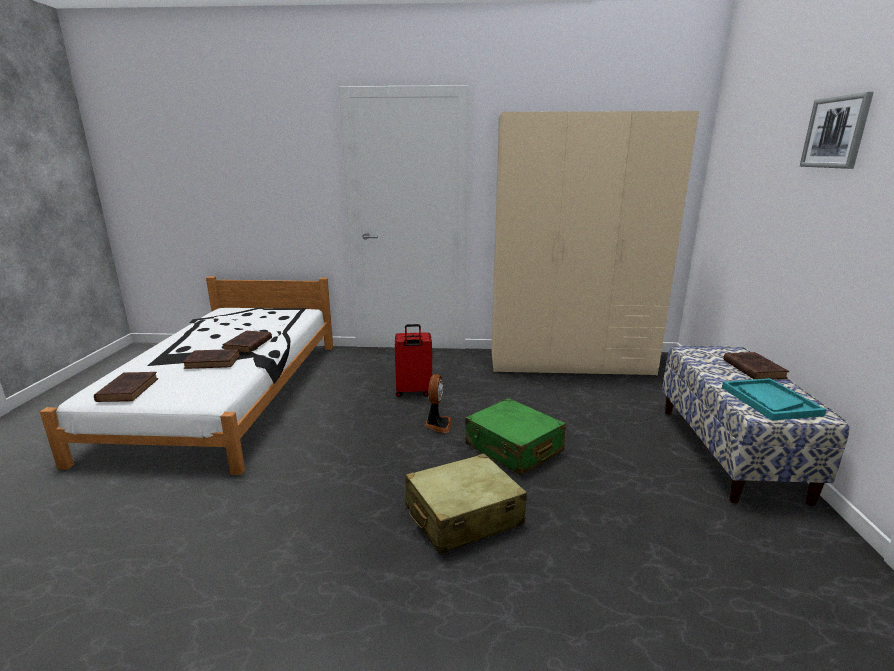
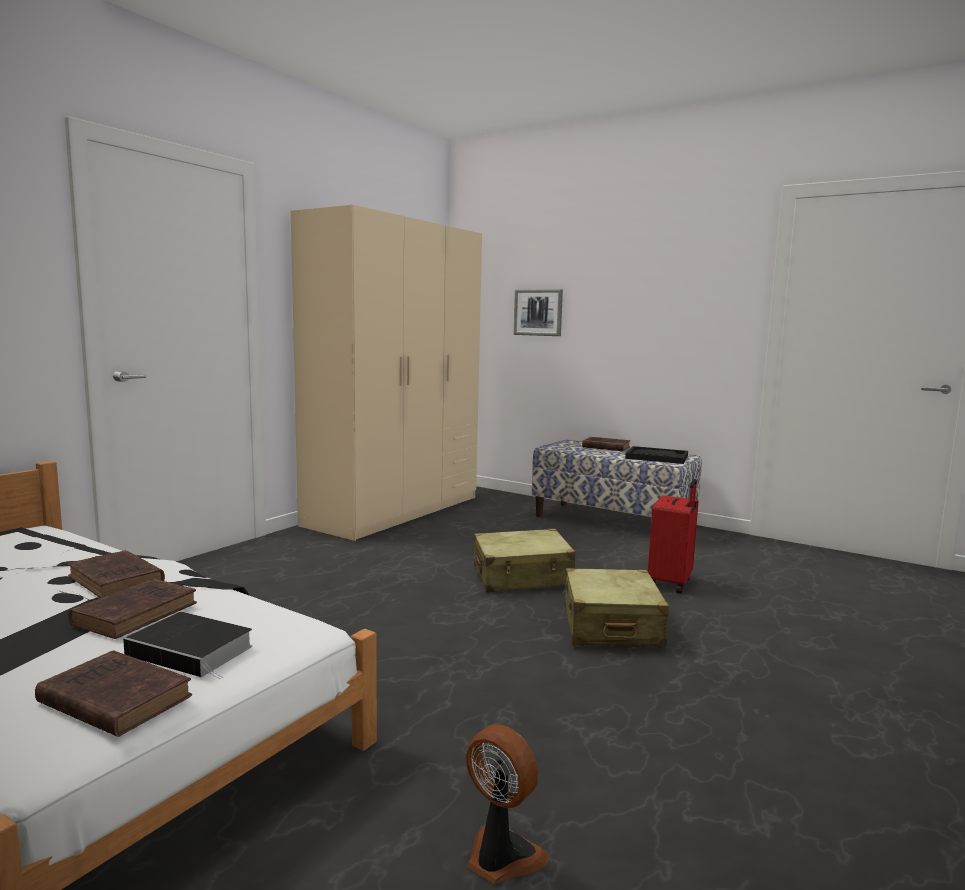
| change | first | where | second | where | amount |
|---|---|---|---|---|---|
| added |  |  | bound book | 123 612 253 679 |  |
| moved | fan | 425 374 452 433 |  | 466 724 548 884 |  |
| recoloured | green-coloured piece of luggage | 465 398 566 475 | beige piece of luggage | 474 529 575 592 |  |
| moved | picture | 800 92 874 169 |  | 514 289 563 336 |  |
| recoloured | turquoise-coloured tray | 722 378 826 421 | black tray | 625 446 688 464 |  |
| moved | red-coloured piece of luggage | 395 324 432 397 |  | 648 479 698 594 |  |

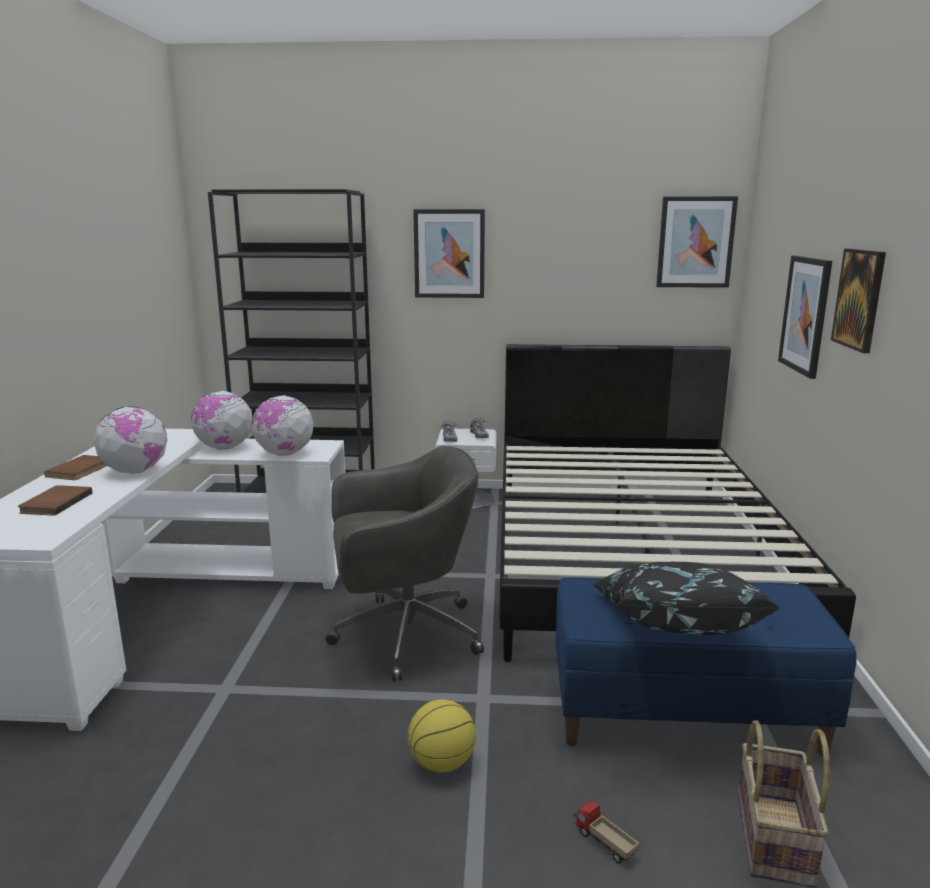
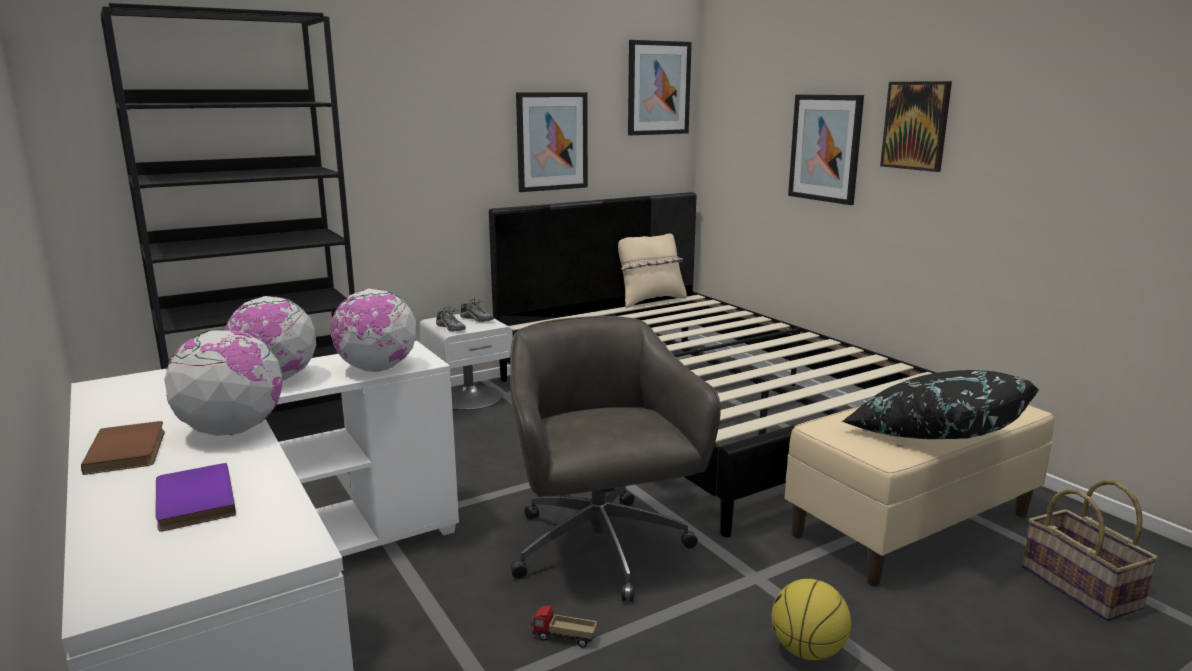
| change | first | where | second | where | amount |
|---|---|---|---|---|---|
| recoloured | brown-coloured bound book | 18 485 93 516 | purplish bound book | 155 463 236 531 |  |
| turned | gray office chair | 325 446 484 682 |  | 510 316 721 602 | 60 degrees counterclockwise |
| moved | picture | 413 209 485 298 |  | 516 92 588 192 |  |
| moved | toy truck | 574 802 639 864 |  | 531 605 597 648 |  |
| added |  |  | beige pillow | 618 234 687 308 |  |
| recoloured | blue indoor bench | 556 578 856 756 | beige indoor bench | 785 405 1054 586 |  |

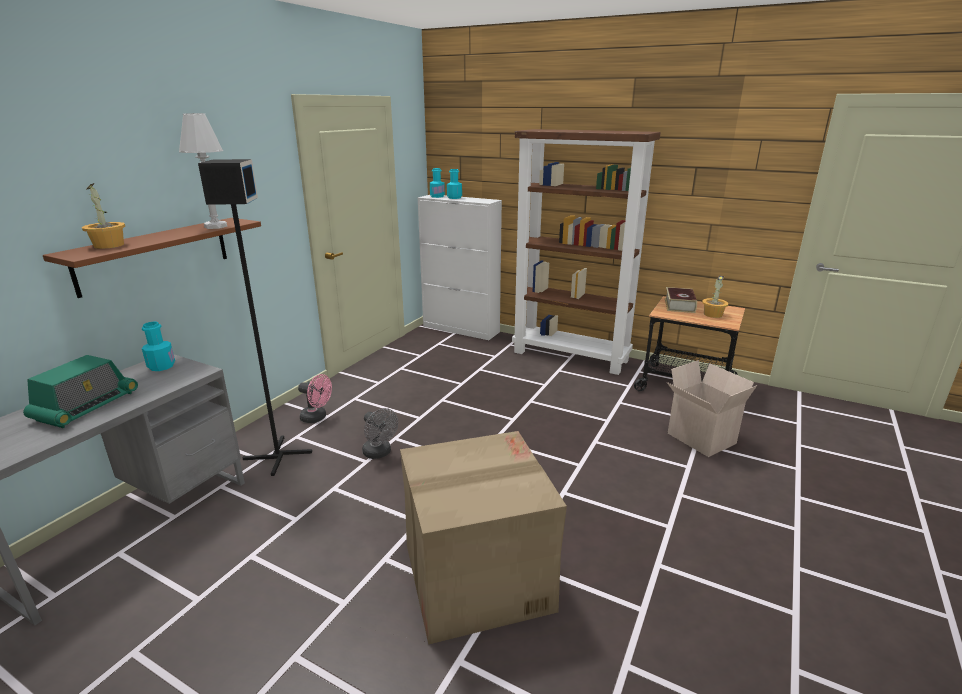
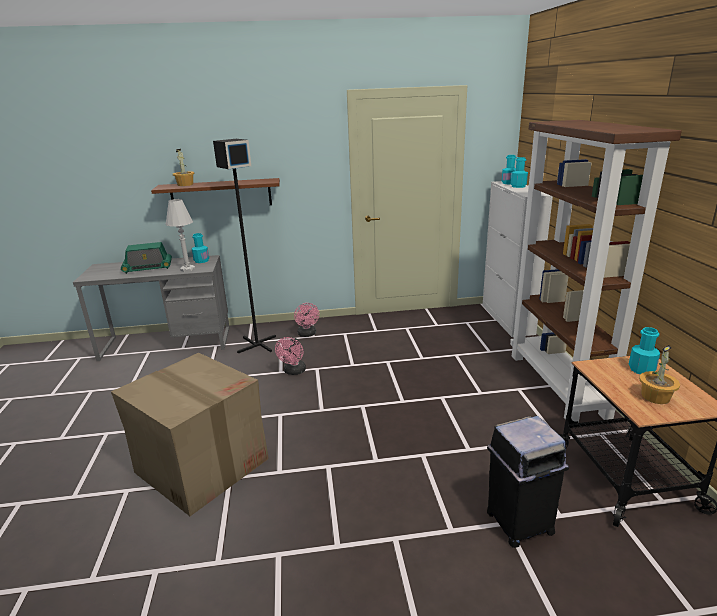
| change | first | where | second | where | amount |
|---|---|---|---|---|---|
| moved | white-coloured lamp for a table | 179 113 227 229 |  | 165 199 195 272 |  |
| recoloured | gray fan | 362 408 398 459 | pinkish fan | 275 337 306 375 |  |
| replaced | cardboard box | 667 360 757 457 | black waste bin | 487 416 569 548 |  |
| replaced | bound book | 665 287 697 313 | turquoise-coloured drink bottle | 629 327 660 374 |  |

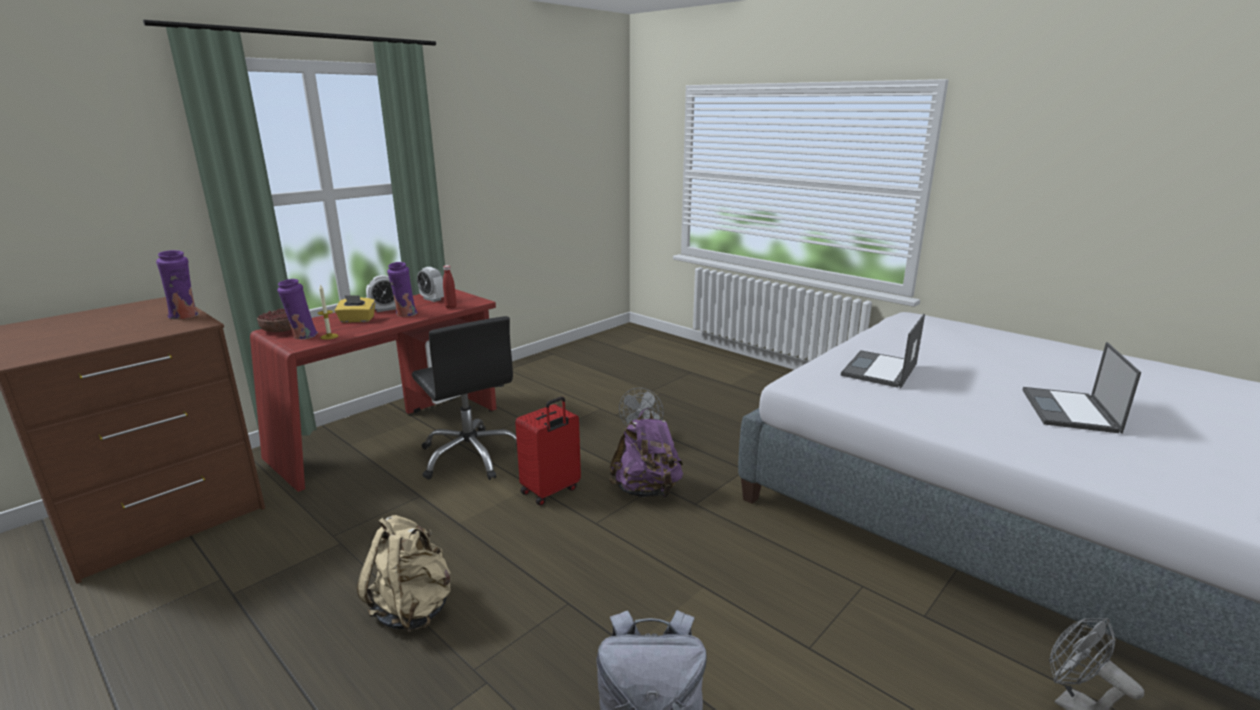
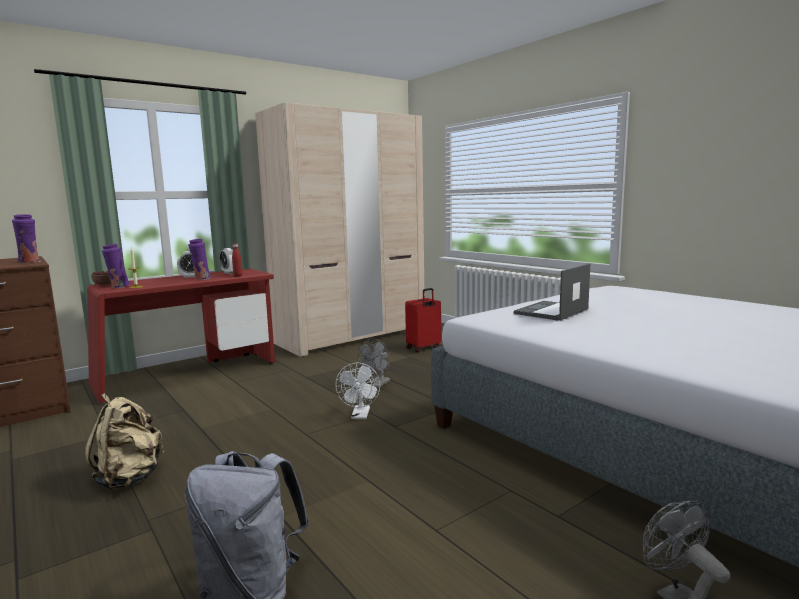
| change | first | where | second | where | amount |
|---|---|---|---|---|---|
| added |  |  | beige wardrobe | 255 102 425 357 |  |
| replaced | purplish rucksack | 609 408 683 498 | white-coloured fan | 335 363 380 419 |  |
| moved | red-coloured piece of luggage | 515 397 581 506 |  | 405 288 441 352 |  |
| removed | yellow tissue box | 335 295 375 323 |  |  |  |
| removed | black office chair | 412 316 517 480 |  |  |  |
| removed | portable computer | 1023 342 1141 434 |  |  |  |

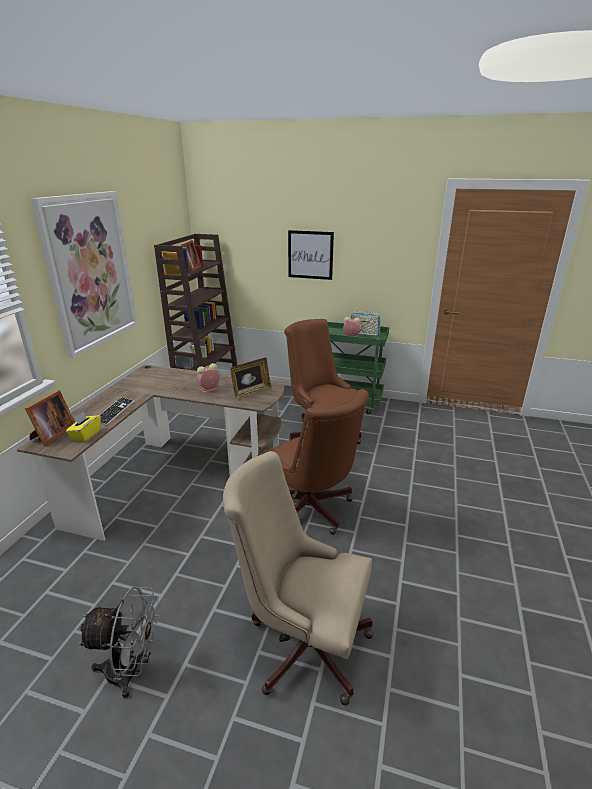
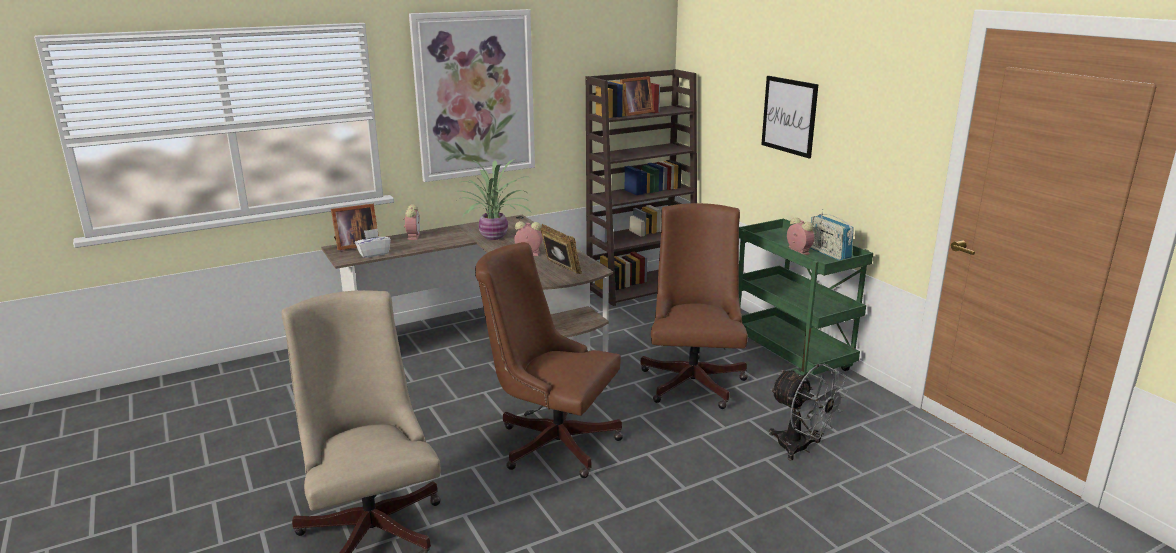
| change | first | where | second | where | amount |
|---|---|---|---|---|---|
| recoloured | yellow tissue box | 66 411 101 442 | white-coloured tissue box | 355 228 391 258 |  |
| added |  |  | table clock | 403 204 420 240 |  |
| added |  |  | potted plant | 455 159 532 240 |  |
| turned | brown-coloured office chair | 258 389 369 535 |  | 475 242 623 478 | 105 degrees clockwise |
| turned | standing frame | 230 358 272 399 |  | 541 224 582 274 | 135 degrees counterclockwise |
| moved | gray fan | 78 587 160 698 |  | 769 363 848 460 |  |
| removed | computer keyboard | 100 397 134 425 |  |  |  |

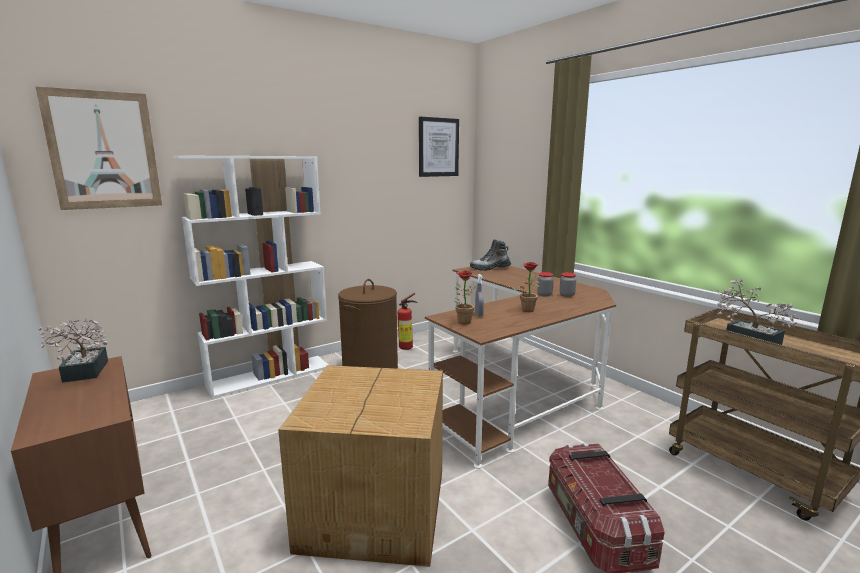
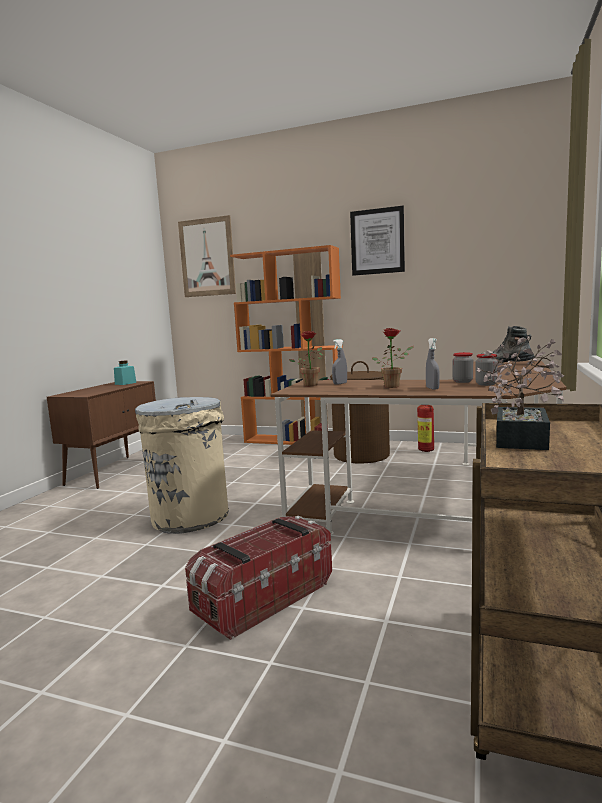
| change | first | where | second | where | amount |
|---|---|---|---|---|---|
| replaced | potted plant | 38 318 108 383 | turquoise-coloured jar | 114 361 136 385 |  |
| replaced | cardboard box | 278 365 443 567 | beige waste bin | 135 397 229 534 |  |
| recoloured | white-coloured bookshelf | 173 155 328 399 | orangey bookshelf | 230 245 343 445 |  |
| moved | picture | 419 117 459 177 |  | 350 206 405 276 |  |
| added |  |  | gray sprayer | 426 338 440 390 |  |

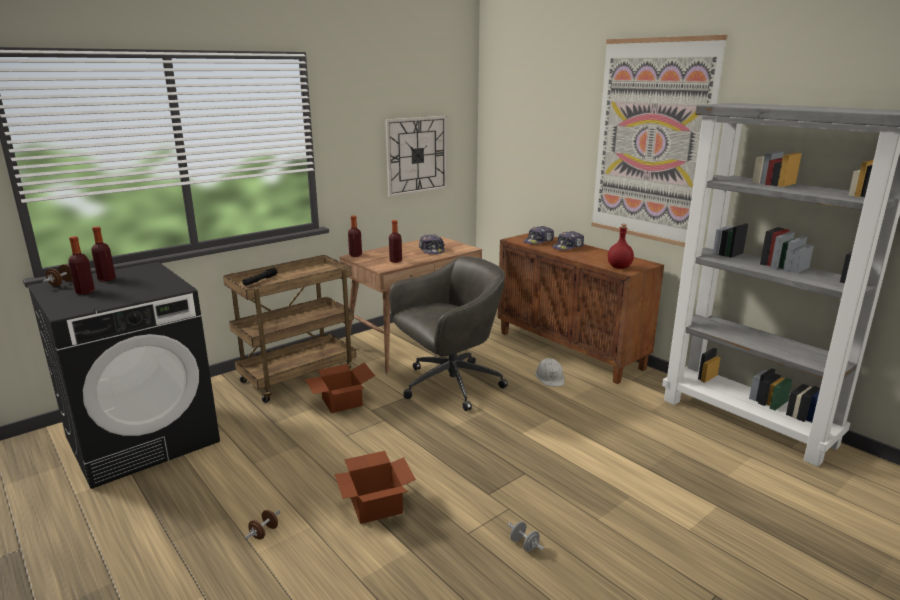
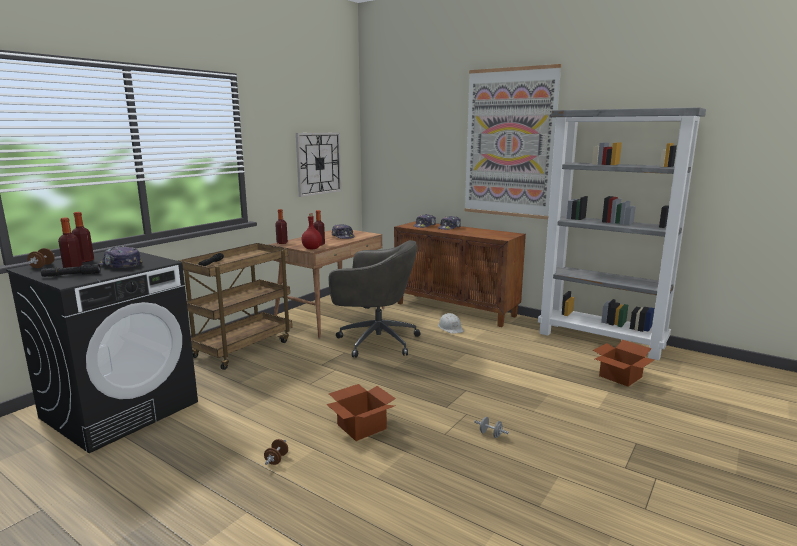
| change | first | where | second | where | amount |
|---|---|---|---|---|---|
| added |  |  | black torch | 41 264 101 277 |  |
| added |  |  | baseball cap | 99 246 143 268 |  |
| moved | red-coloured drink bottle | 608 224 634 269 |  | 302 213 322 249 |  |
| turned | gray office chair | 389 256 508 411 |  | 329 240 421 358 | 60 degrees clockwise |
| moved | cardboard box | 305 362 375 413 |  | 593 340 654 387 |  |

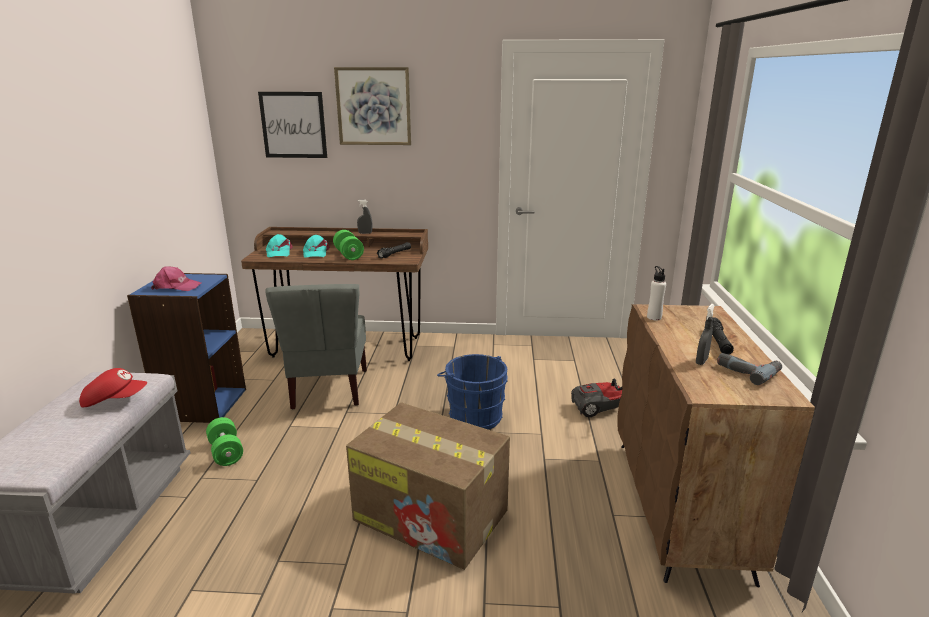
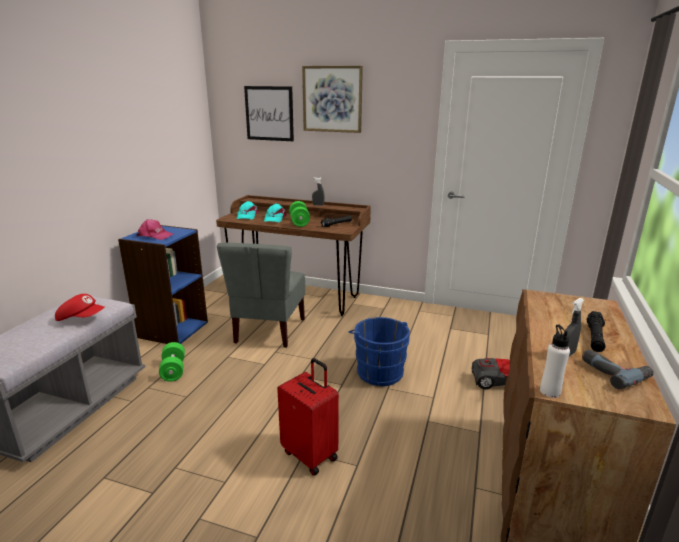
| change | first | where | second | where | amount |
|---|---|---|---|---|---|
| replaced | cardboard box | 346 402 510 570 | red-coloured piece of luggage | 277 358 339 476 |  |
| moved | white-coloured drink bottle | 647 266 666 320 |  | 540 325 570 398 |  |

